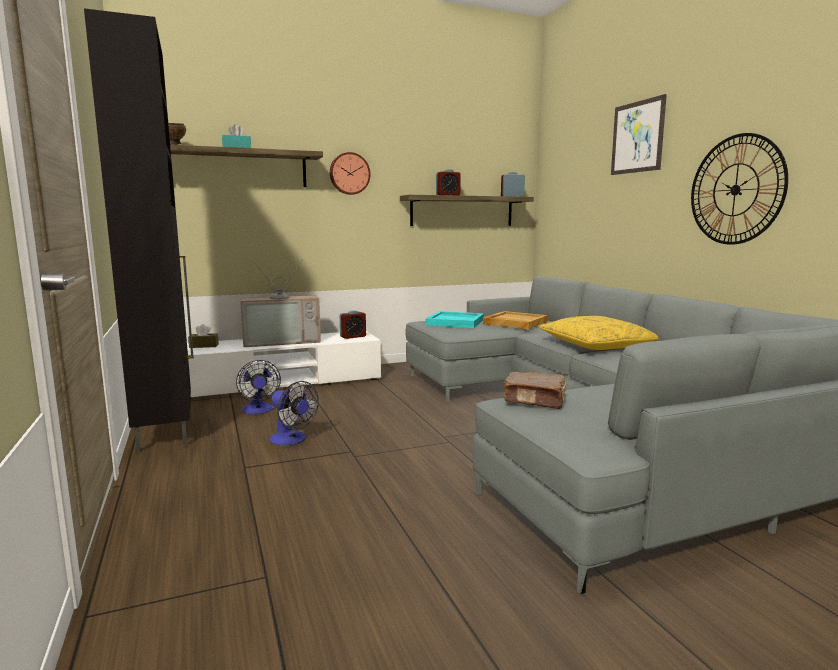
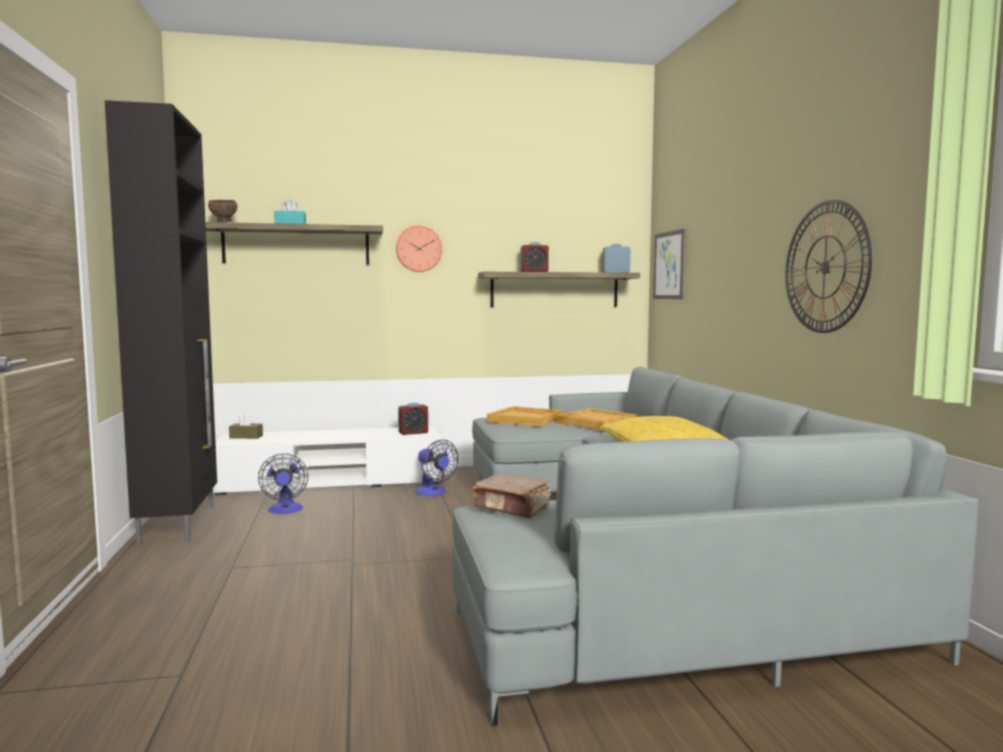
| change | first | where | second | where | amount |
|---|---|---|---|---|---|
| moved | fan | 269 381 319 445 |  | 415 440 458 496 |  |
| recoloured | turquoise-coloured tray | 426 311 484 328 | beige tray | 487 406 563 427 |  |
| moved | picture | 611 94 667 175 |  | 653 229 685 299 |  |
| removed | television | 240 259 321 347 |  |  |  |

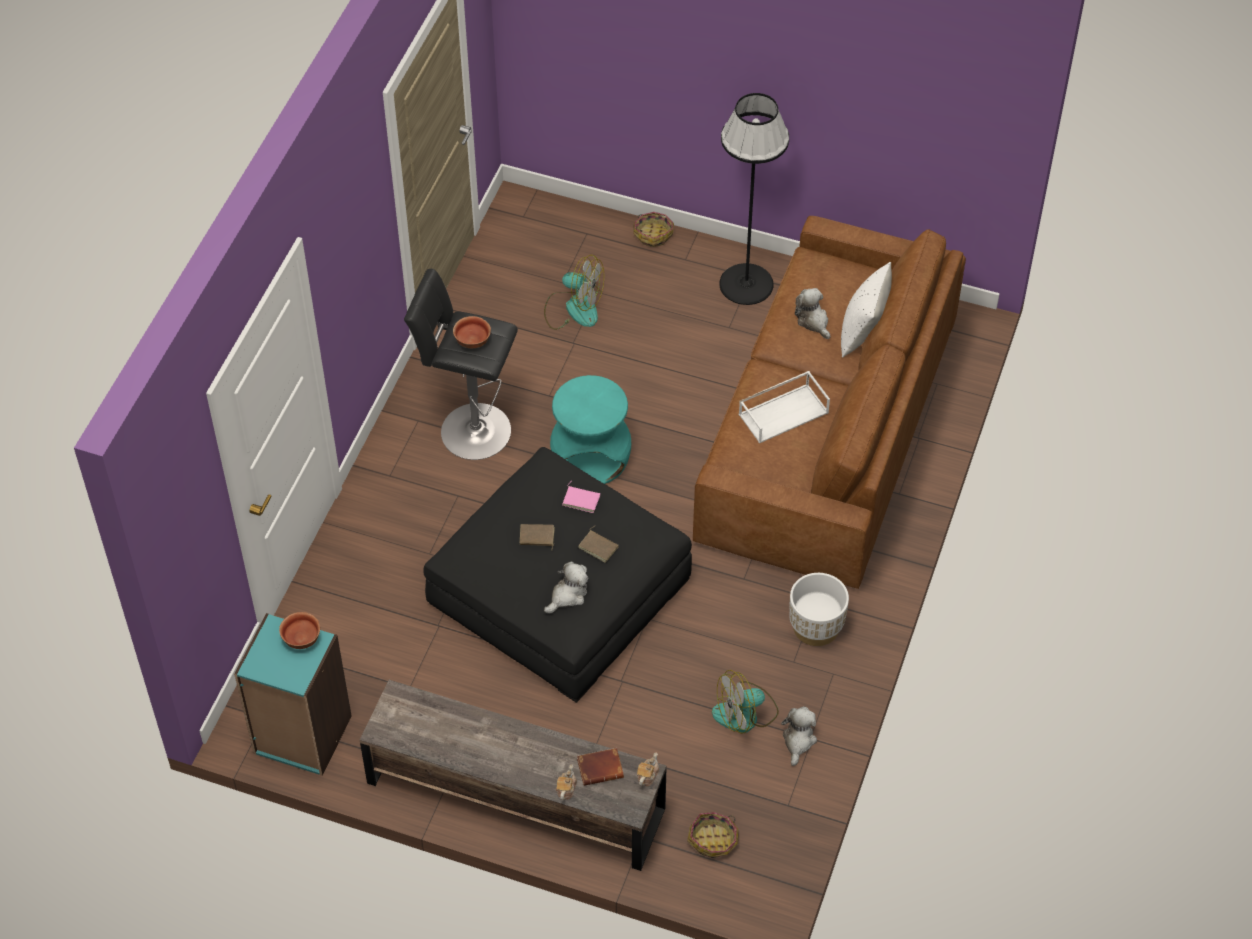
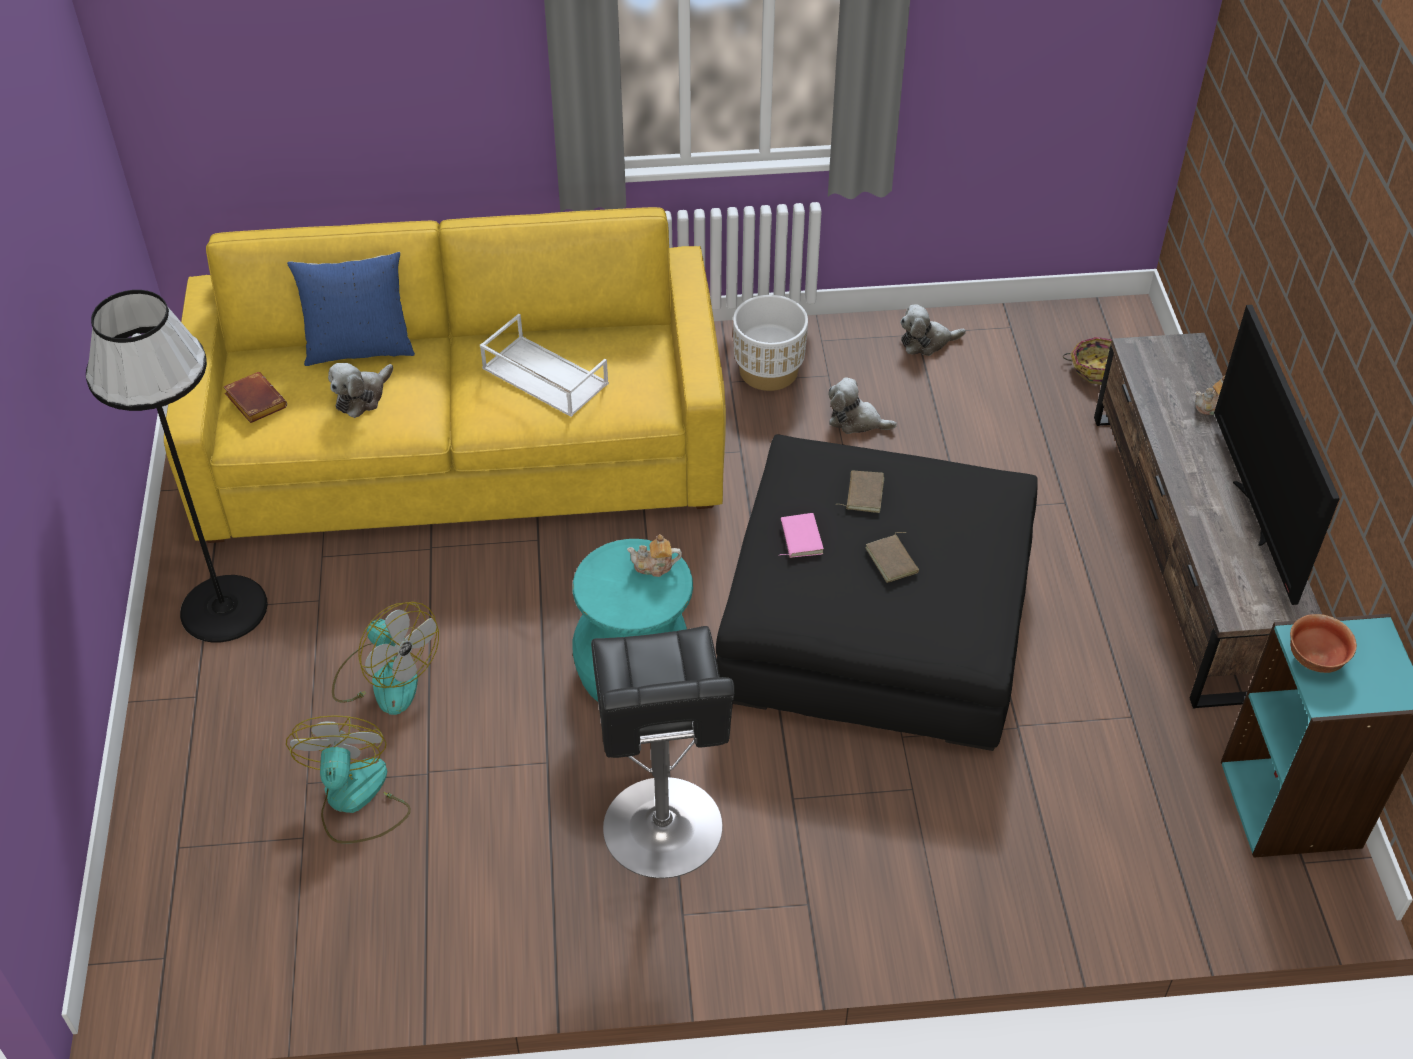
| change | first | where | second | where | amount |
|---|---|---|---|---|---|
| recoloured | brown-coloured sofa | 693 216 966 589 | yellow sofa | 164 207 726 543 |  |
| moved | brown-coloured bound book | 577 748 624 786 |  | 224 372 287 423 |  |
| recoloured | white-coloured pillow | 841 262 892 358 | blue pillow | 287 252 415 366 |  |
| moved | fan | 712 670 779 734 |  | 332 602 439 715 |  |
| moved | teapot | 637 753 659 786 |  | 627 534 682 577 |  |
| moved | soft toy | 544 561 588 613 |  | 828 377 897 434 |  |
| added |  |  | television | 1214 305 1340 605 |  |
| removed | serving bowl | 453 316 491 348 |  |  |  |
| removed | storage basket | 633 212 674 247 |  |  |  |

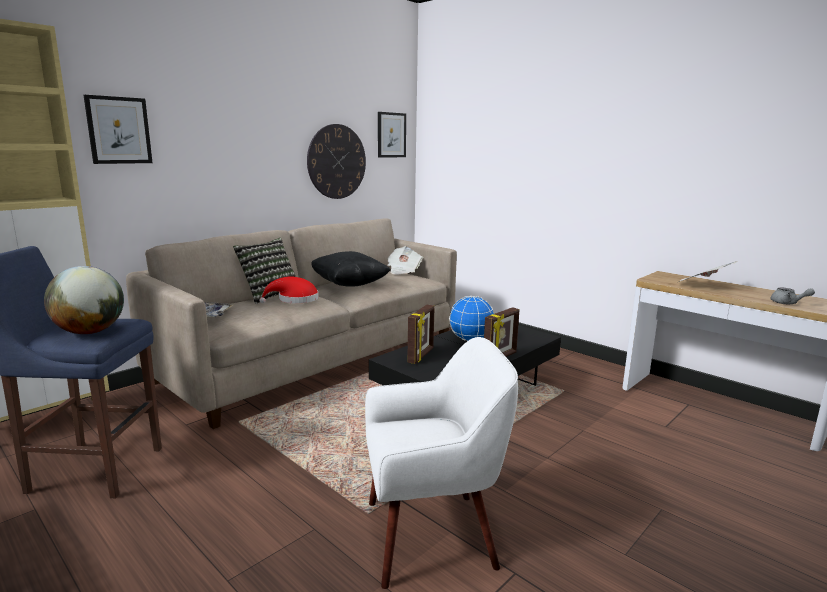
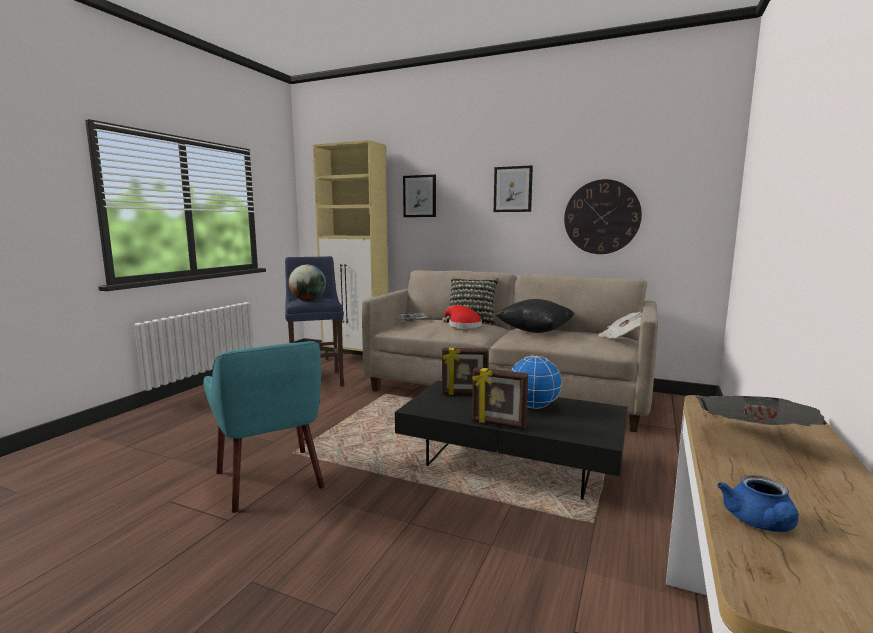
| change | first | where | second | where | amount |
|---|---|---|---|---|---|
| recoloured | white-coloured armchair | 365 337 518 589 | turquoise-coloured armchair | 204 341 325 513 |  |
| moved | picture | 378 112 406 158 |  | 494 165 533 212 |  |
| recoloured | gray teapot | 771 288 815 304 | blue teapot | 717 475 799 532 |  |

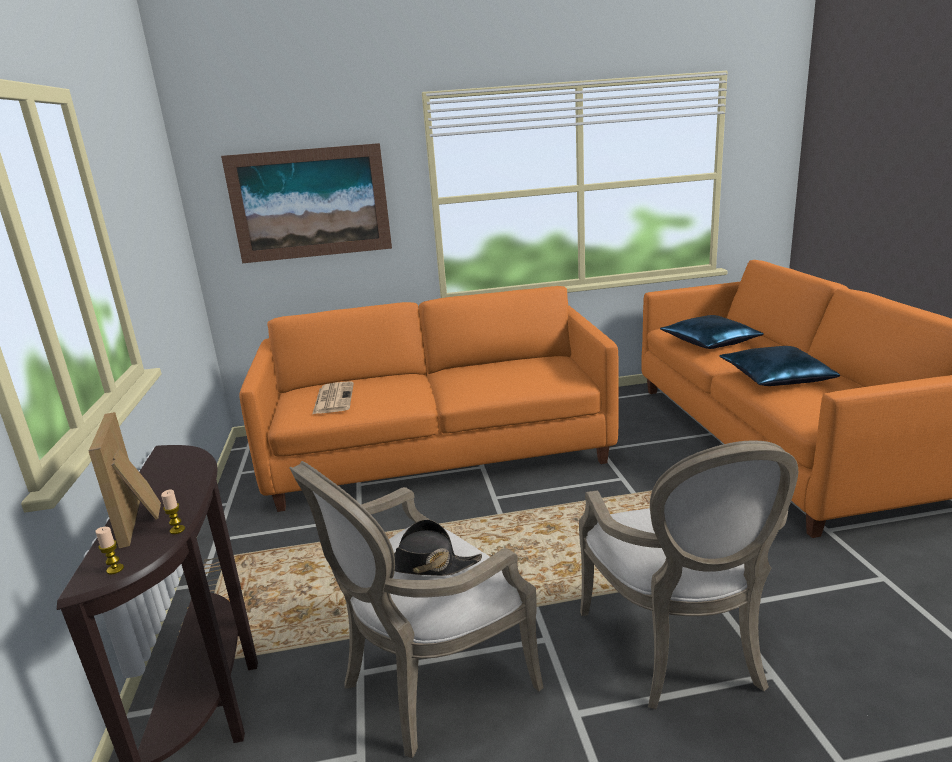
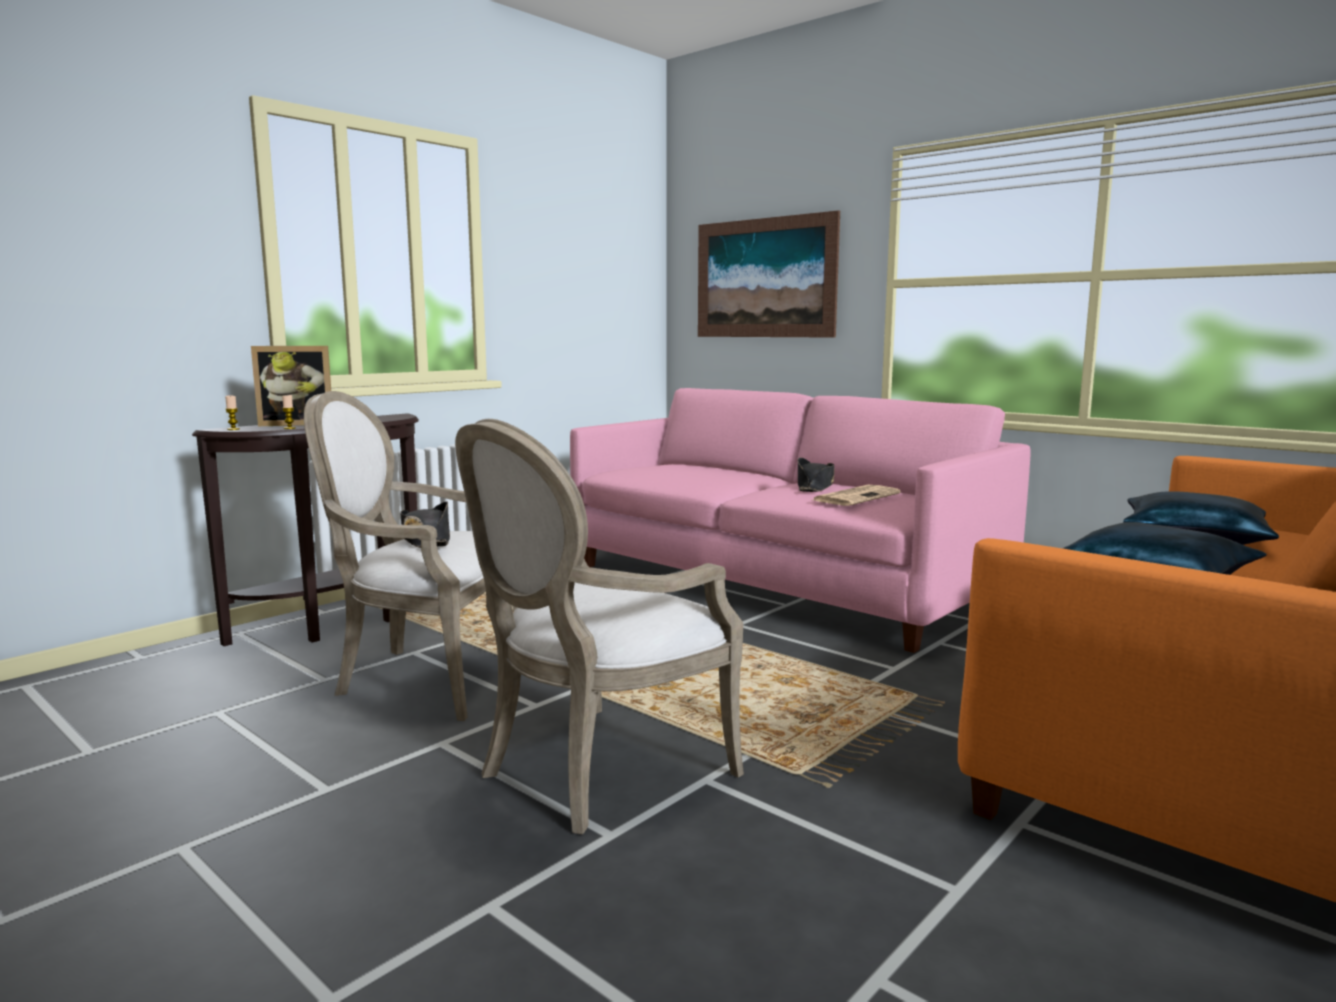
| change | first | where | second | where | amount |
|---|---|---|---|---|---|
| turned | standing frame | 89 412 161 548 |  | 251 346 331 426 | 135 degrees counterclockwise |
| recoloured | orangey sofa | 240 286 619 512 | pinkish sofa | 570 388 1031 653 |  |
| added |  |  | black hat | 798 458 835 492 |  |
| moved | newspaper | 313 381 354 414 |  | 813 485 901 506 |  |

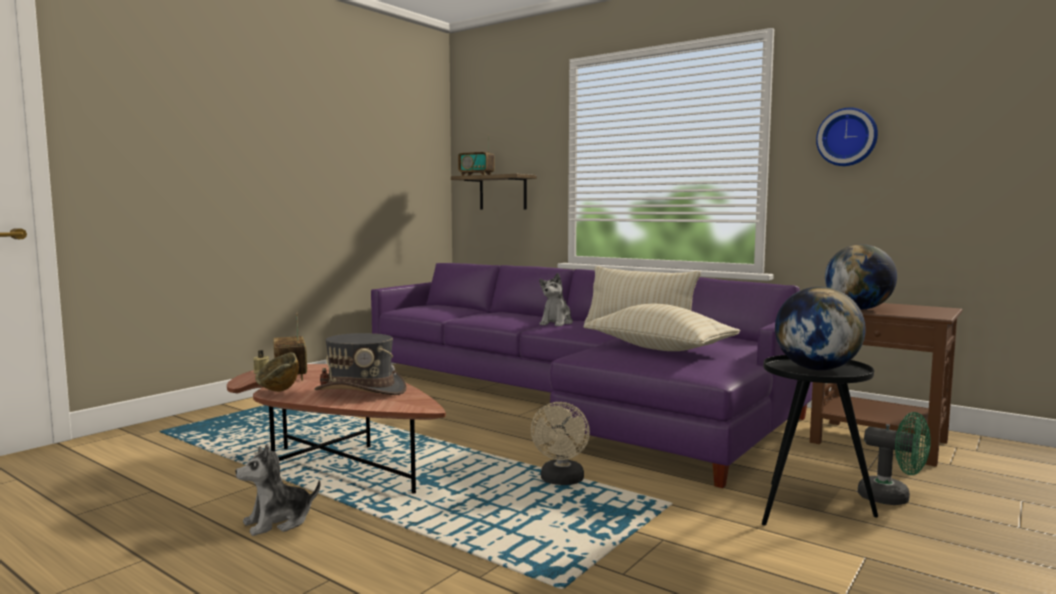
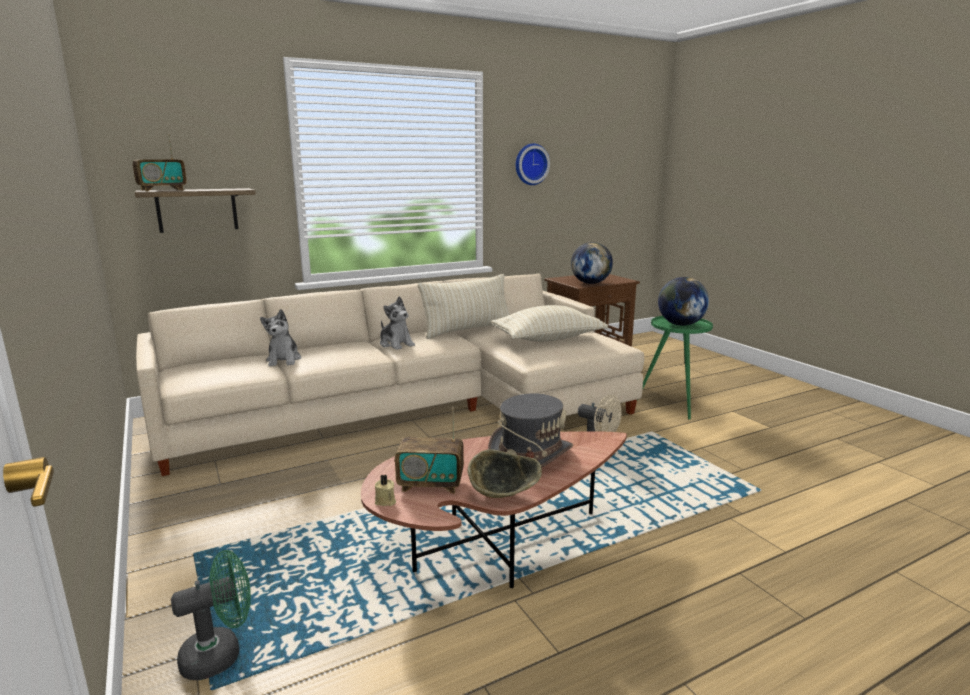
| change | first | where | second | where | amount |
|---|---|---|---|---|---|
| recoloured | purplish sofa | 371 263 813 488 | beige sofa | 136 274 644 476 |  |
| moved | green-coloured fan | 858 412 931 505 |  | 171 550 251 680 |  |
| moved | soft toy | 235 444 320 536 |  | 260 309 301 366 |  |
| recoloured | black accent table | 762 355 878 526 | green-coloured accent table | 637 316 713 420 |  |

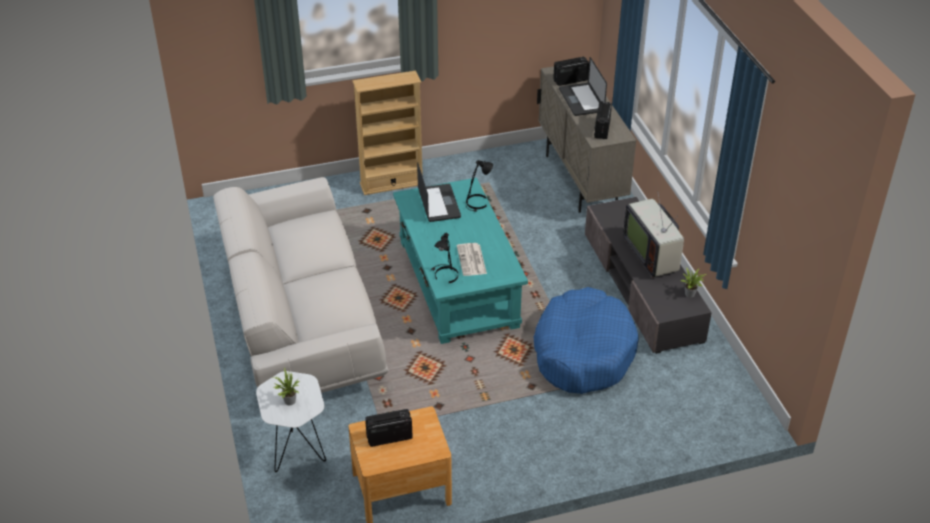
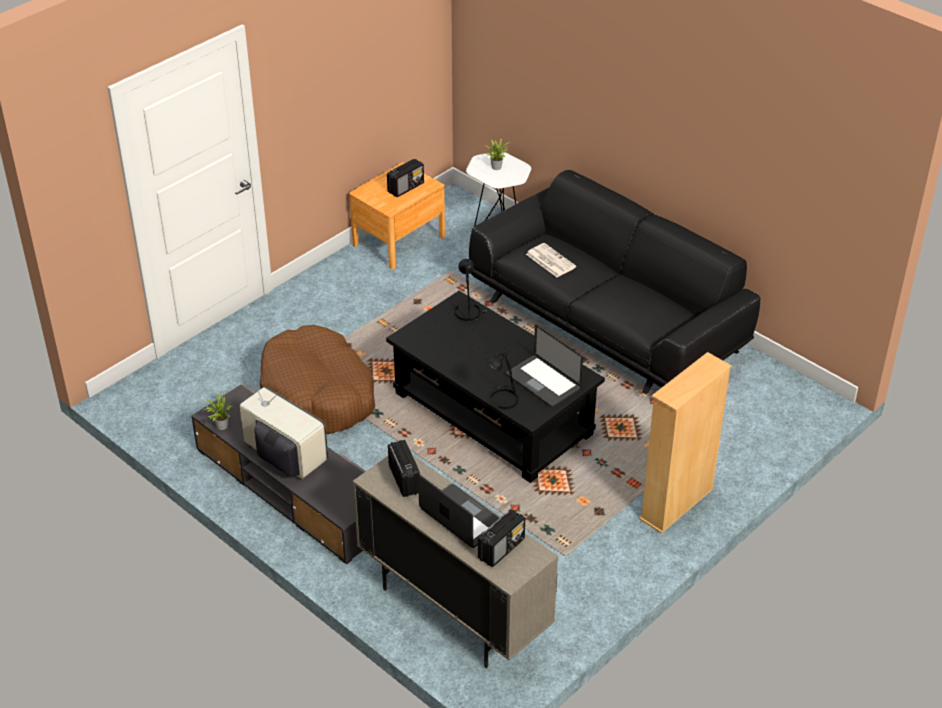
| change | first | where | second | where | amount |
|---|---|---|---|---|---|
| recoloured | blue dog bed | 533 287 639 394 | brown-coloured dog bed | 260 325 375 434 |  |
| recoloured | turquoise-coloured coffee table | 393 178 528 344 | black coffee table | 386 291 605 483 |  |
| recoloured | white-coloured sofa | 213 177 389 393 | black sofa | 469 170 760 394 |  |
| moved | newspaper | 457 243 487 276 |  | 526 243 576 277 |  |

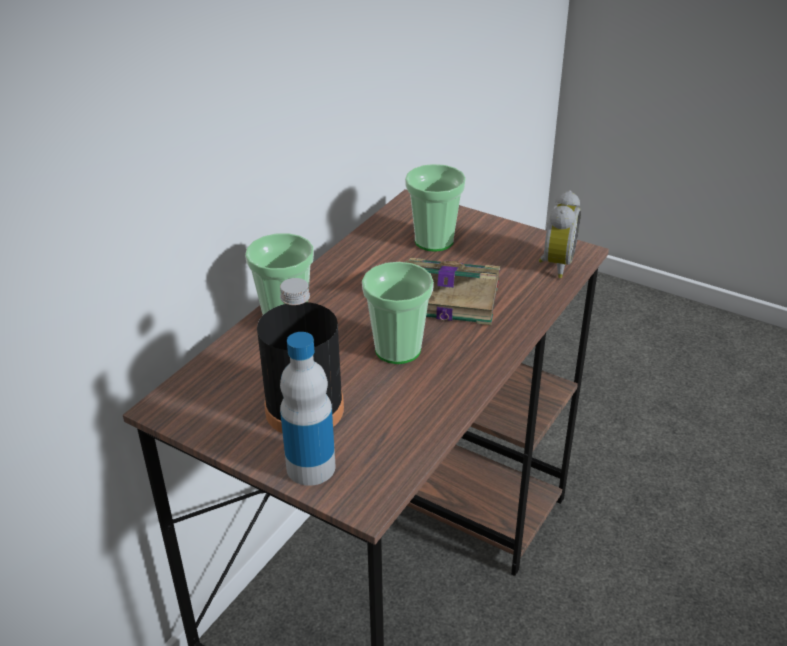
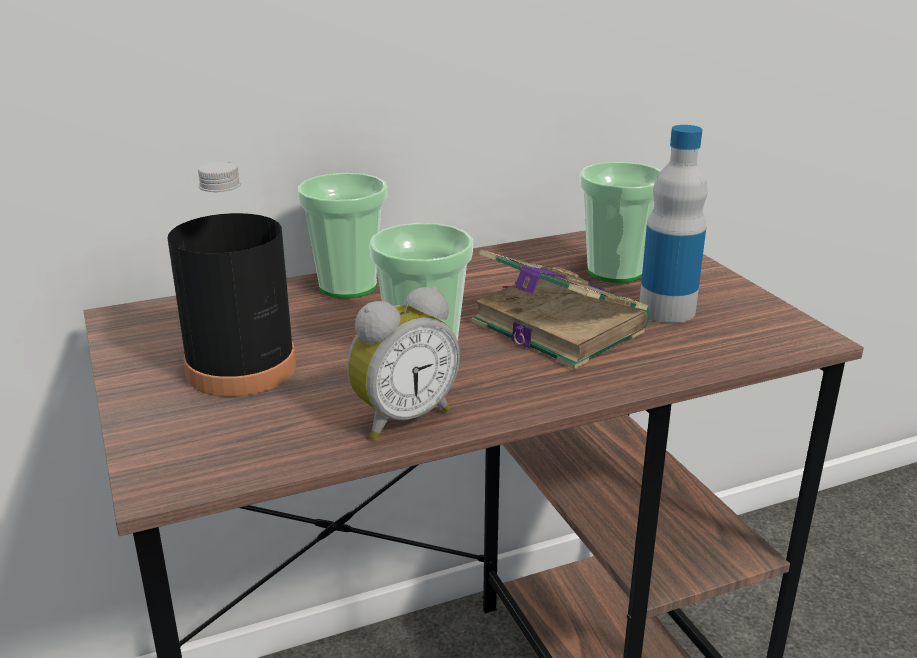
| change | first | where | second | where | amount |
|---|---|---|---|---|---|
| moved | table clock | 539 190 581 278 |  | 347 286 460 439 |  |
| moved | drink bottle | 280 332 335 486 |  | 639 125 708 323 |  |

